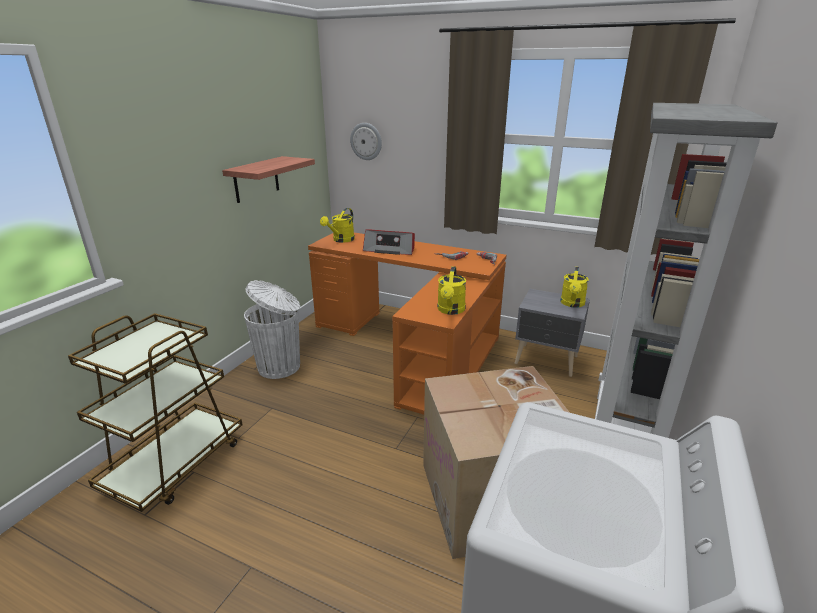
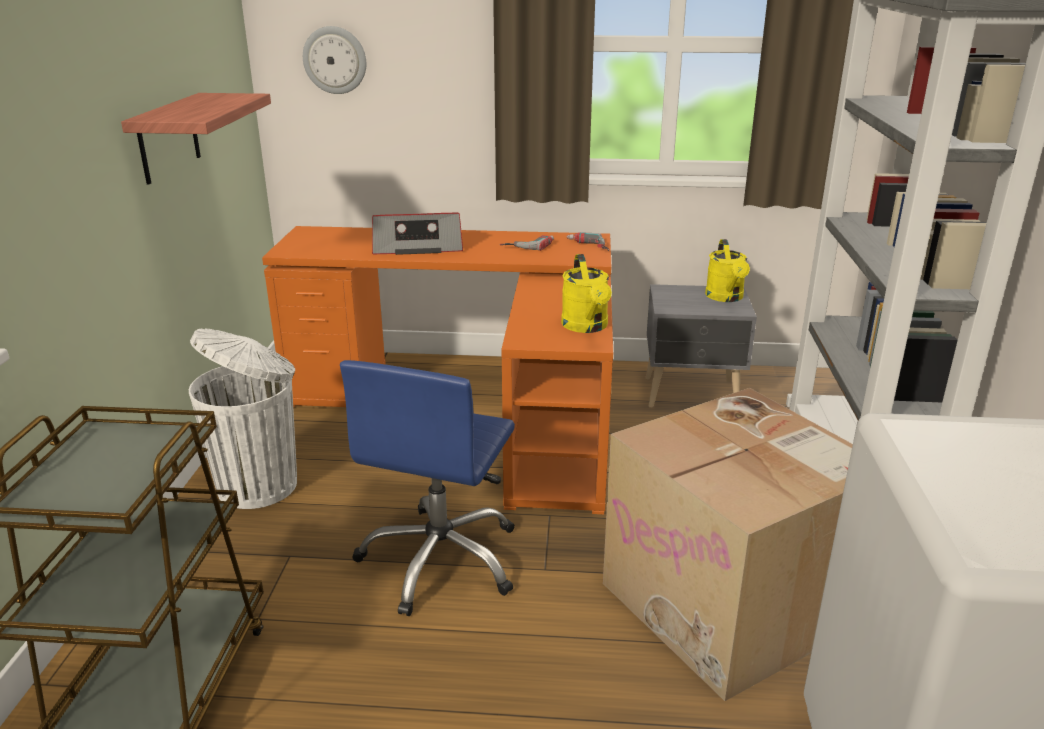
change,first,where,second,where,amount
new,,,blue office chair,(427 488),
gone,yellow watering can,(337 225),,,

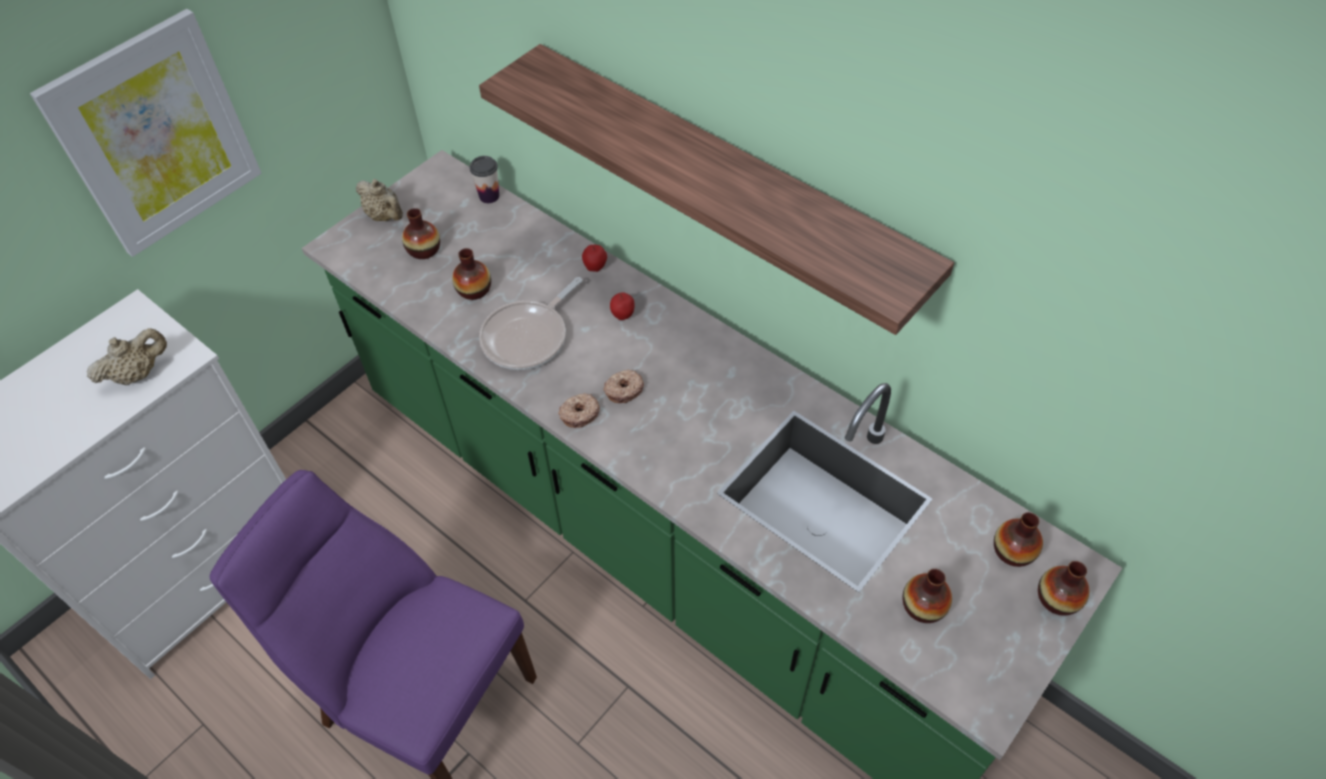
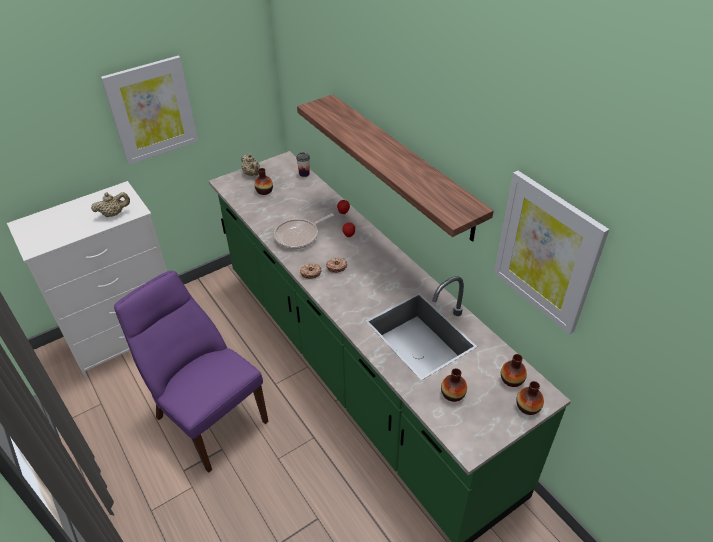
change,first,where,second,where,amount
new,,,picture,(551 252),
gone,vase,(471 274),,,

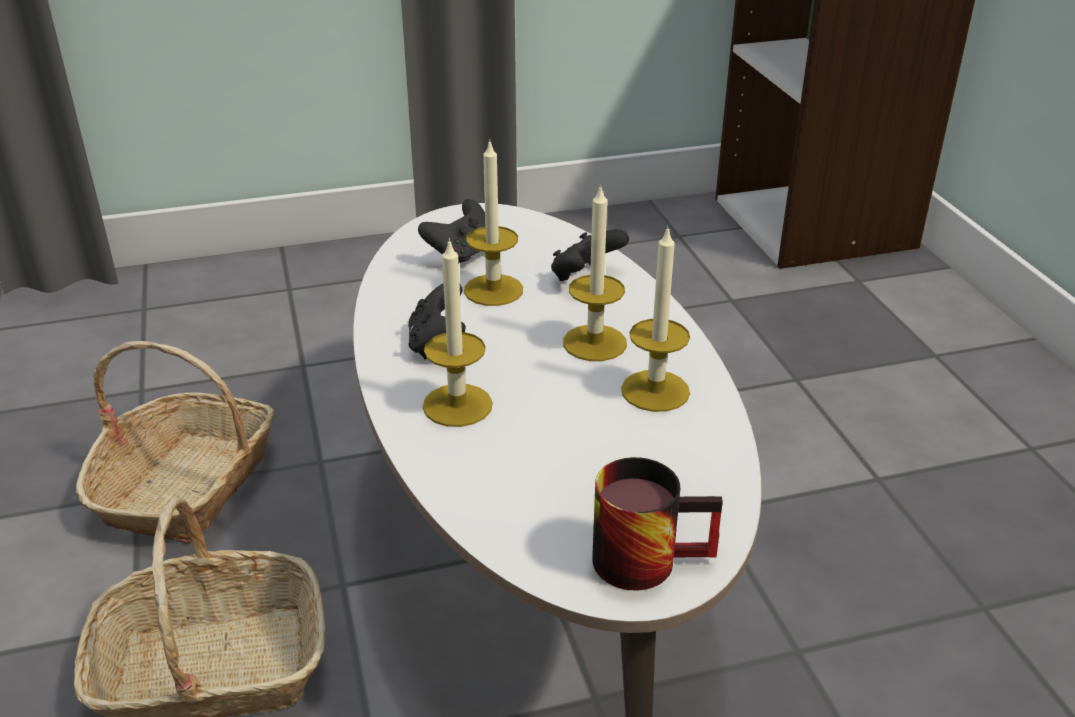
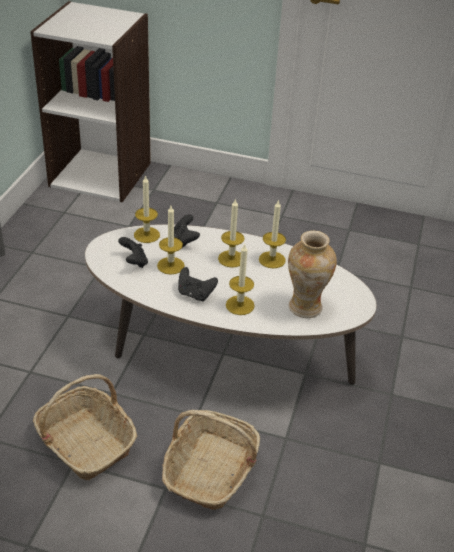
change,first,where,second,where,amount
new,,,candle,(147 209),
new,,,vase,(312 274),
gone,mug,(657 524),,,

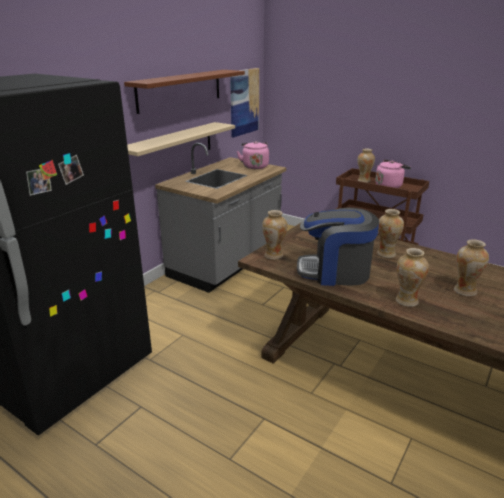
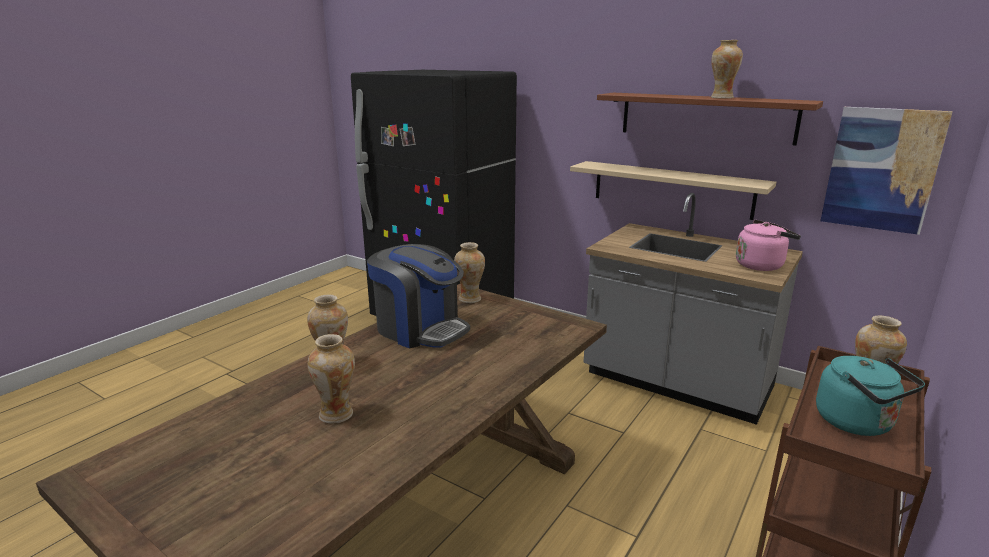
change,first,where,second,where,amount
rotated,coffee machine,(338 247),,(418 296),120 degrees clockwise
shifted,vase,(390 233),,(727 69),
repainted,pink kettle,(393 173),turquoise kettle,(870 396),

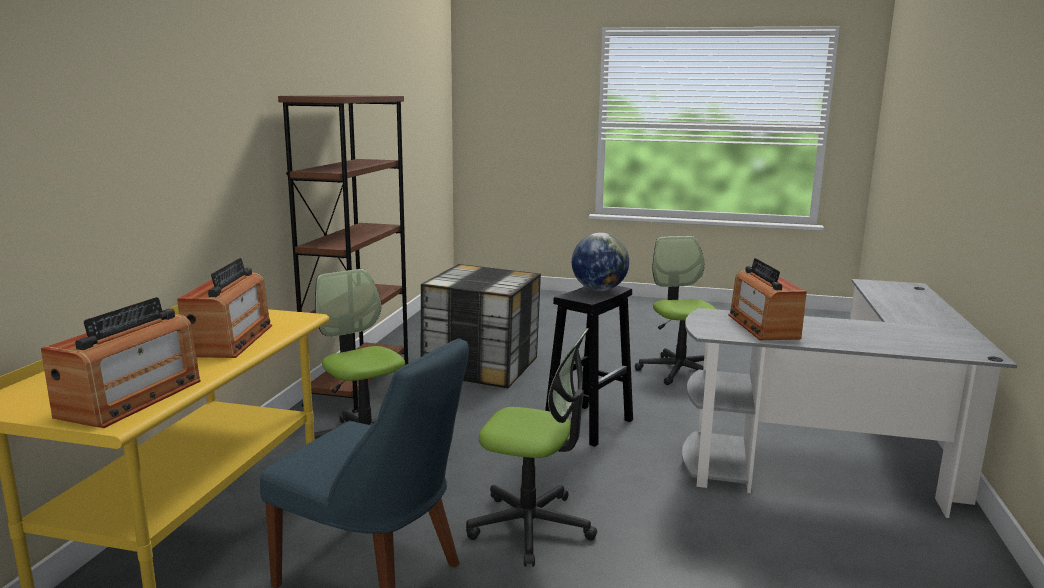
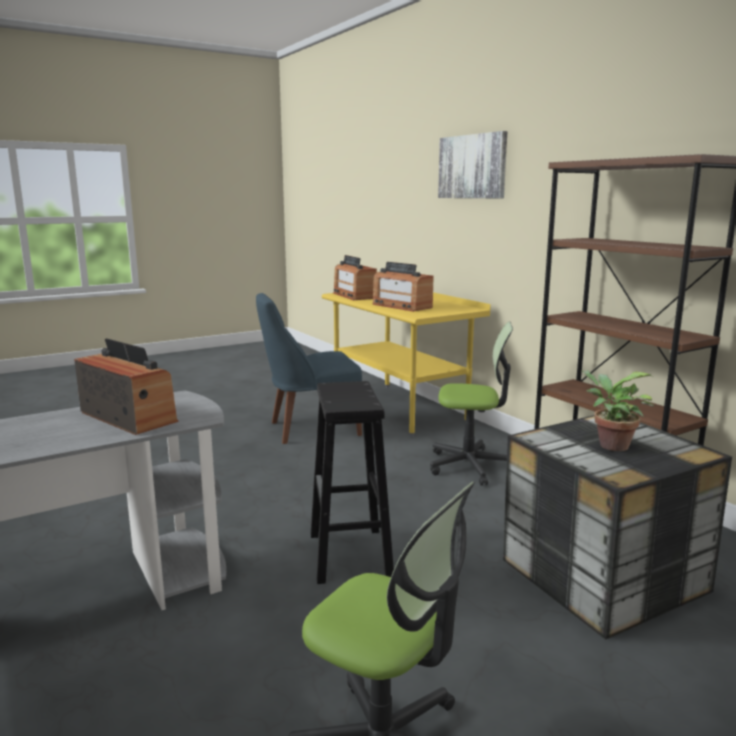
change,first,where,second,where,amount
new,,,picture,(472 164),
new,,,potted plant,(617 410),
gone,office chair,(531 447),,,
gone,globe,(600 262),,,

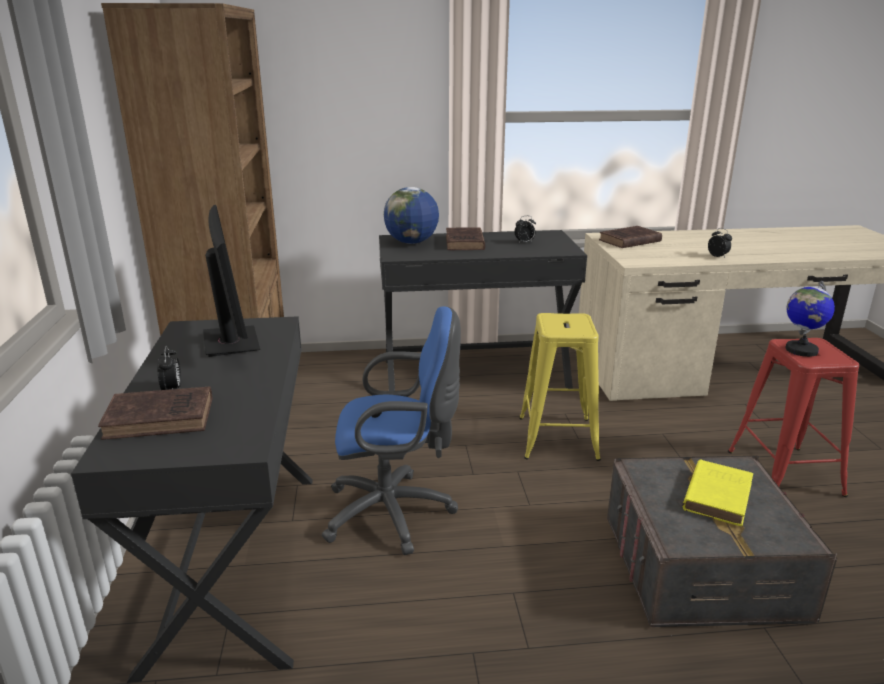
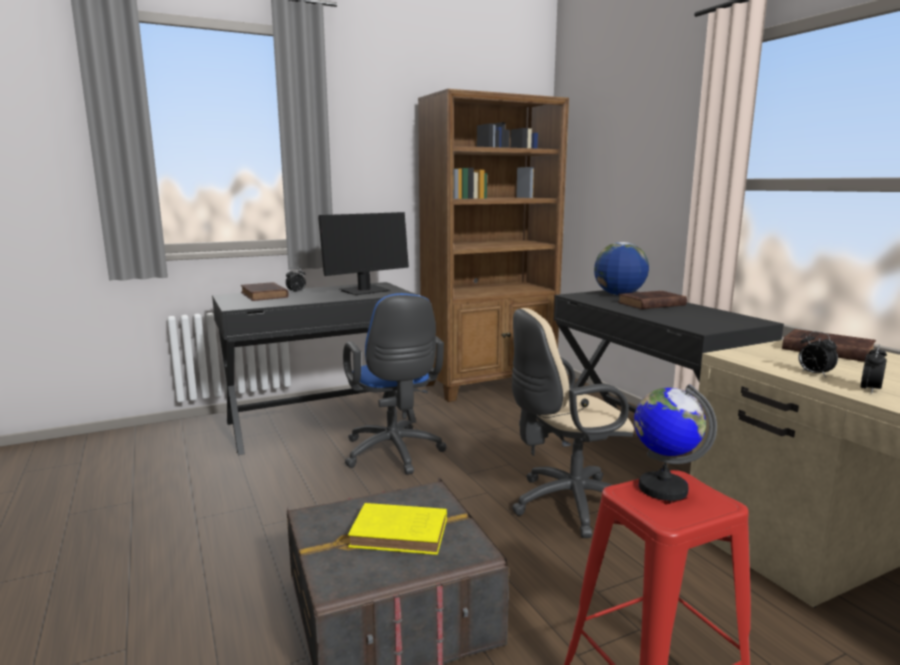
change,first,where,second,where,amount
swapped,yellow stool,(560 387),beige office chair,(573 423),
shifted,alarm clock,(525 229),,(818 354),

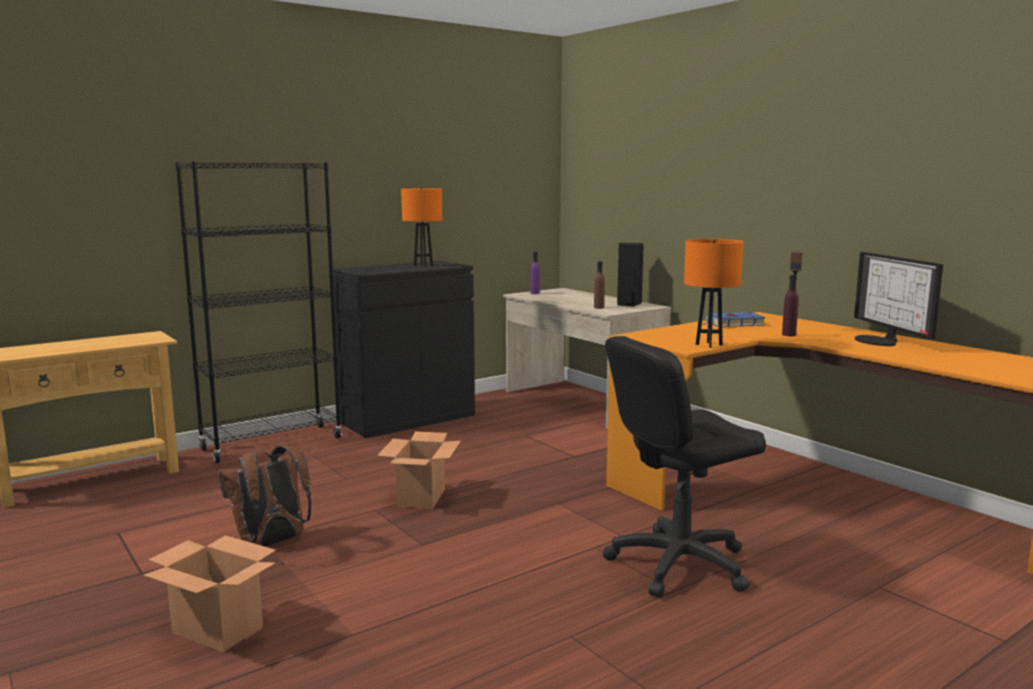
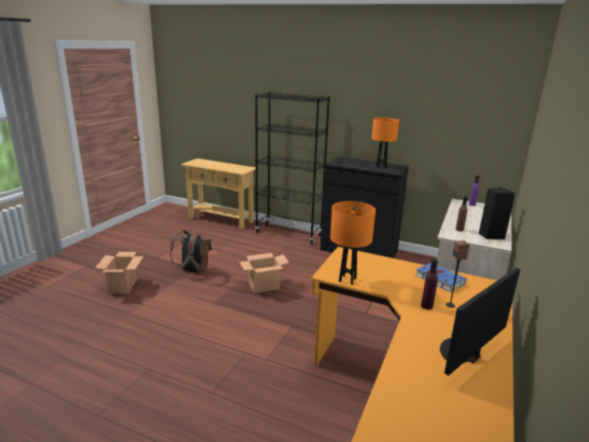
change,first,where,second,where,amount
gone,black office chair,(684 466),,,

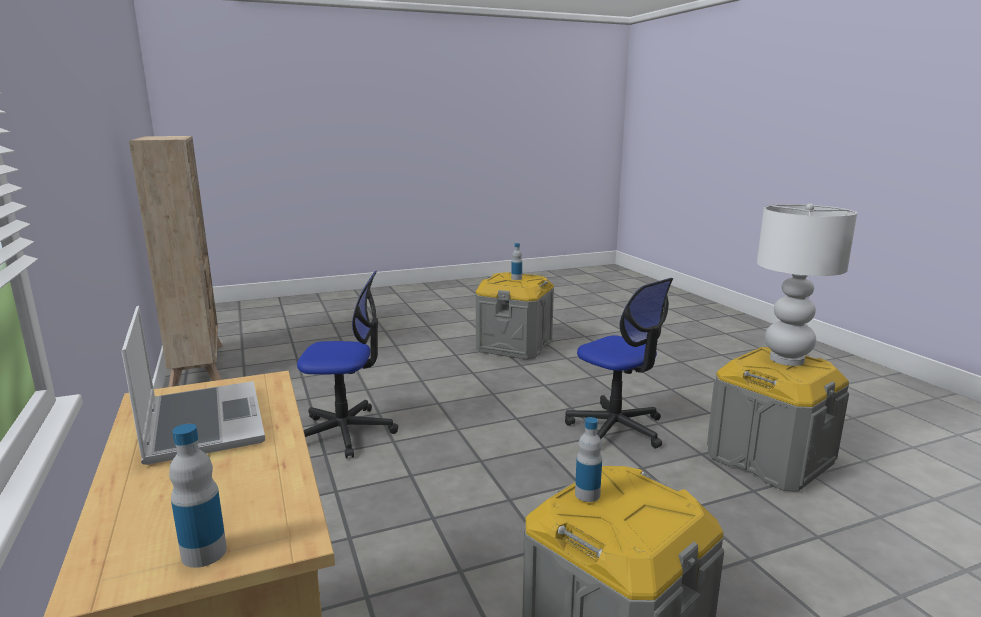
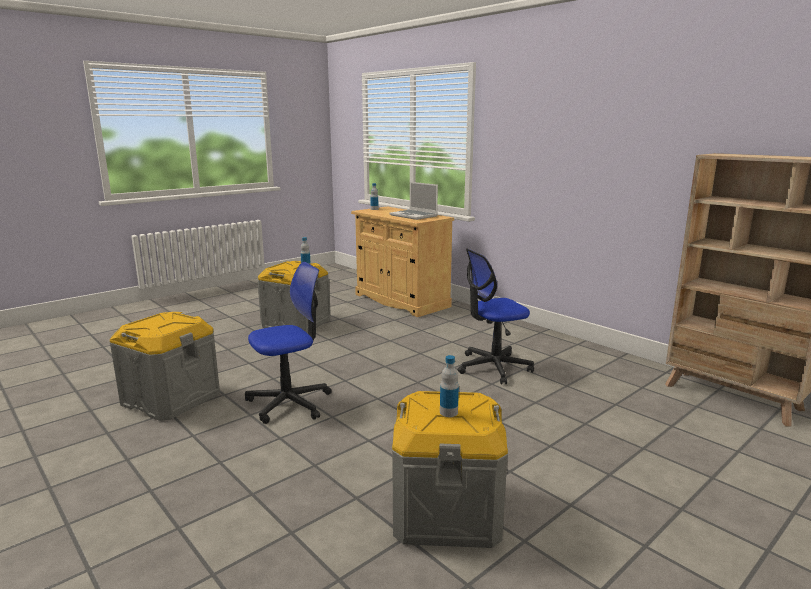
change,first,where,second,where,amount
rotated,office chair,(619 363),,(288 343),120 degrees clockwise
gone,white table lamp,(807 284),,,

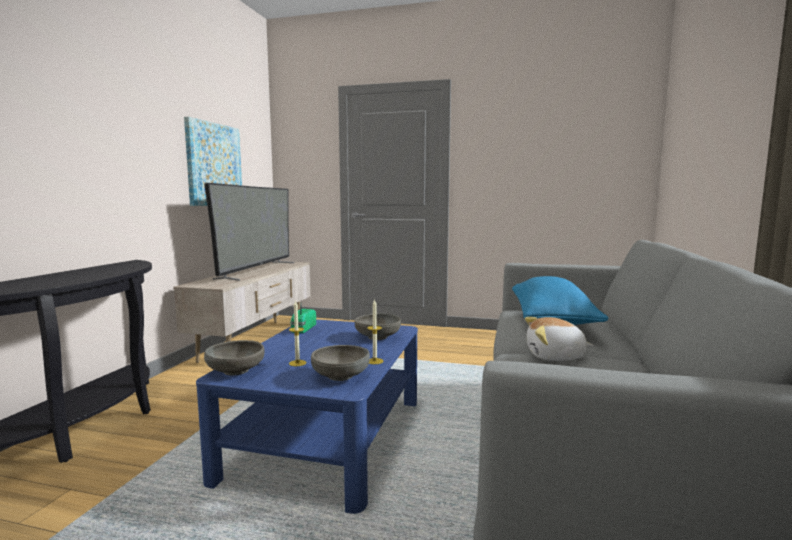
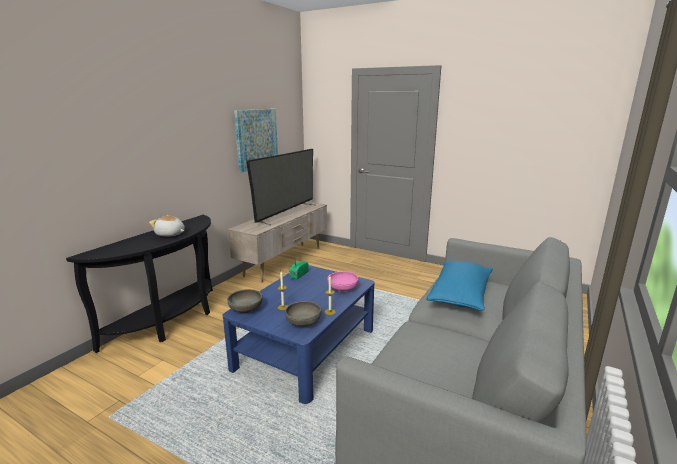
change,first,where,second,where,amount
shifted,plush toy,(559 339),,(167 225),
repainted,grey bowl,(378 326),pink bowl,(343 281),

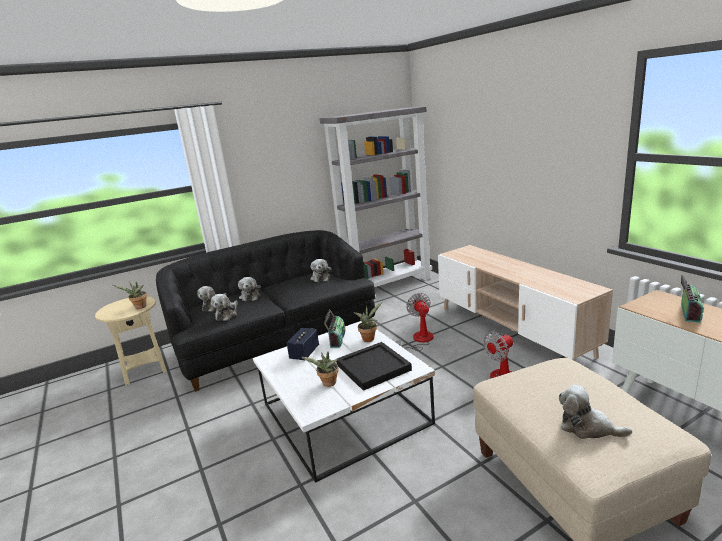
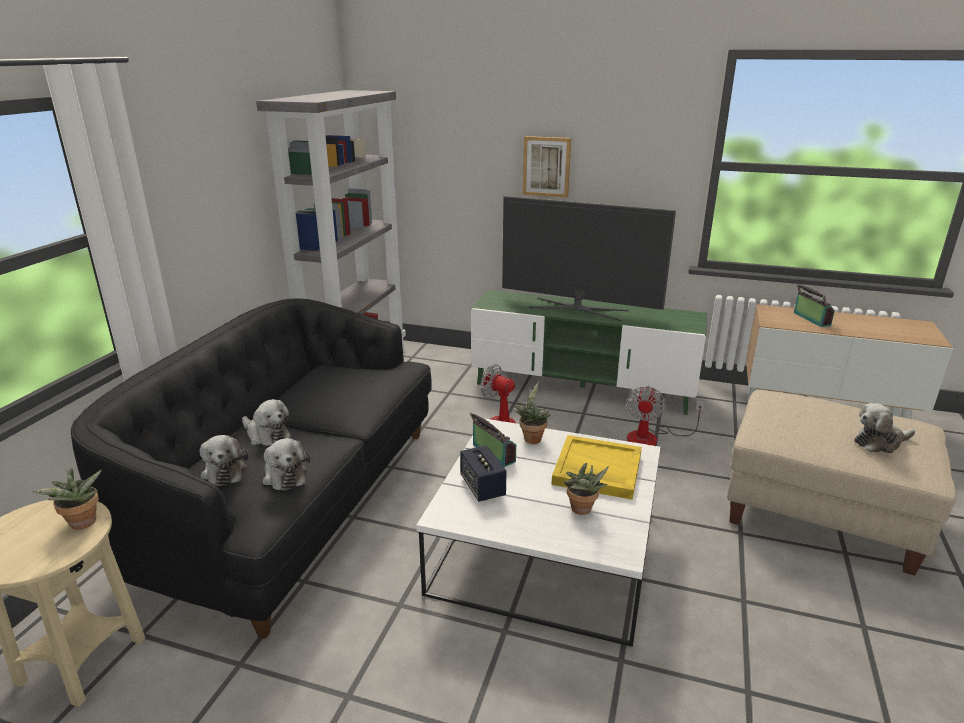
change,first,where,second,where,amount
repainted,beige tv stand,(525 302),green tv stand,(589 352),
new,,,television,(589 258),
new,,,picture,(546 167),
repainted,black tray,(374 366),yellow tray,(596 467),
gone,plush toy,(320 270),,,

